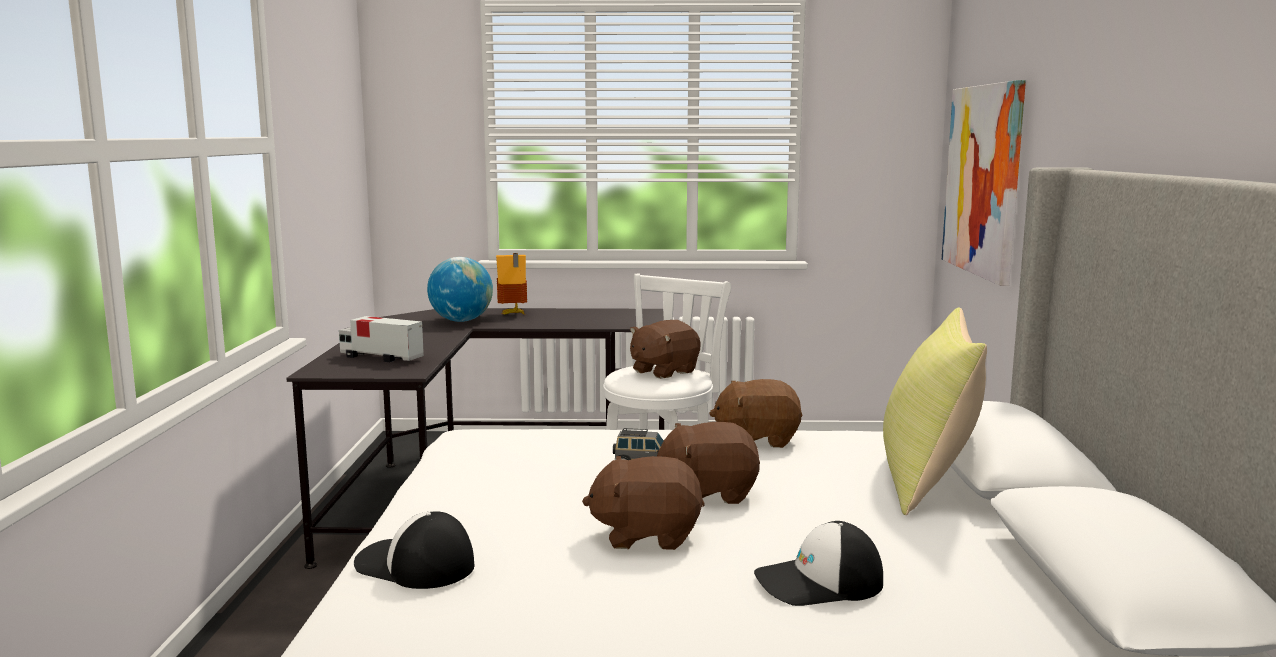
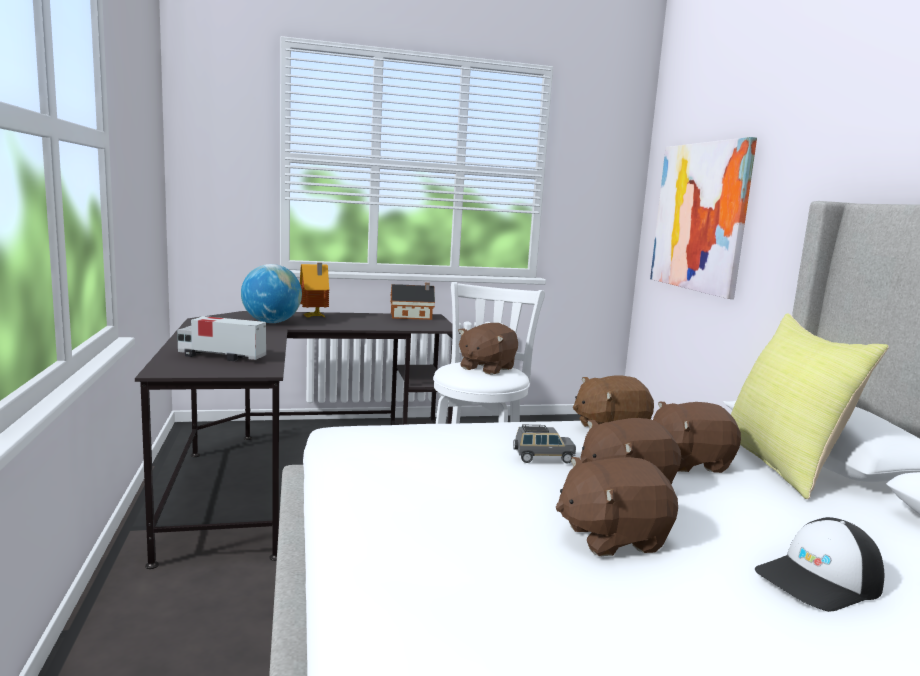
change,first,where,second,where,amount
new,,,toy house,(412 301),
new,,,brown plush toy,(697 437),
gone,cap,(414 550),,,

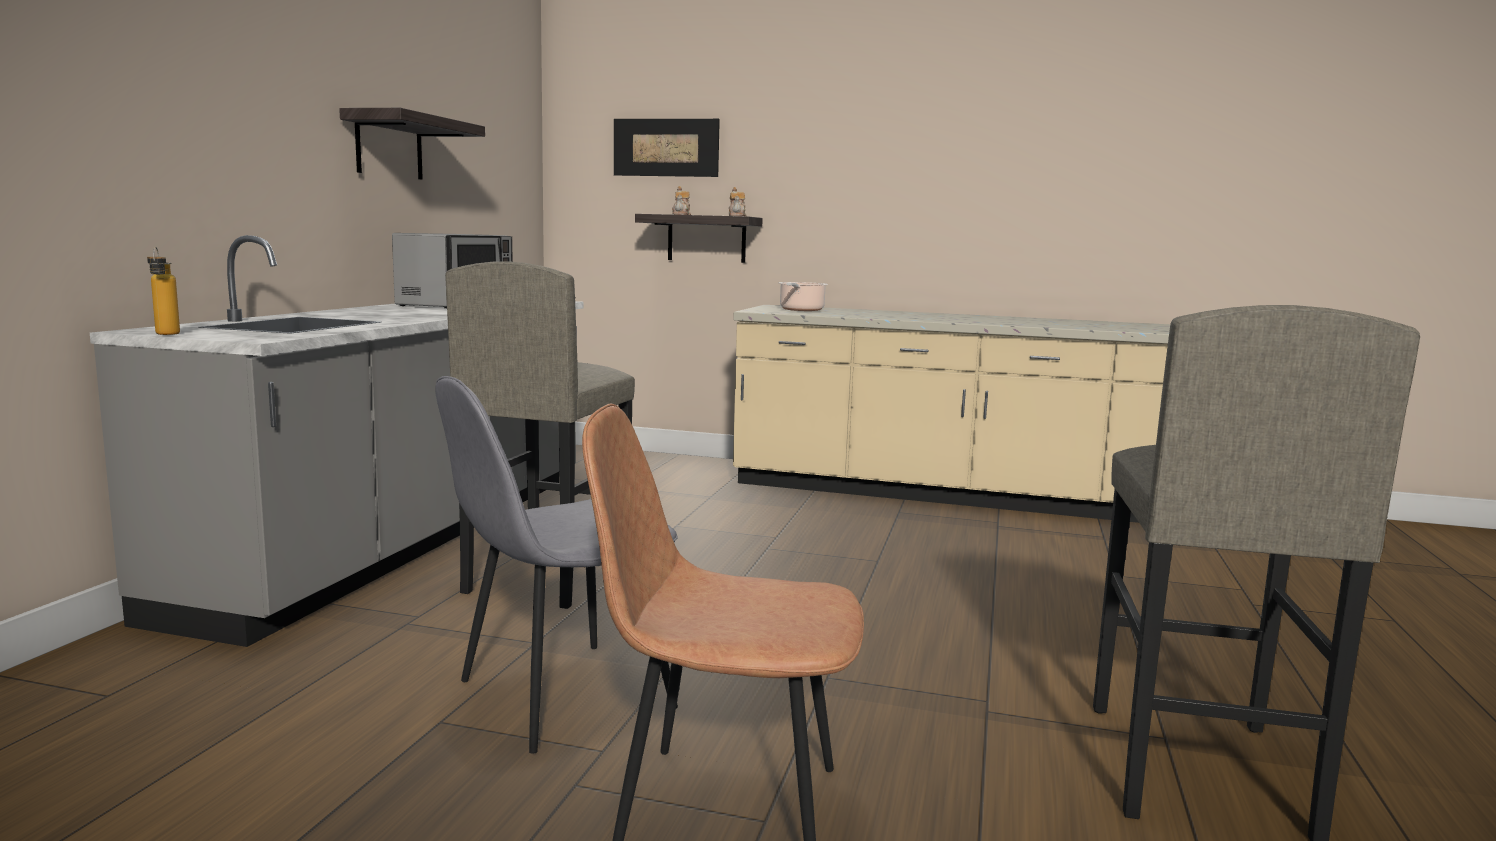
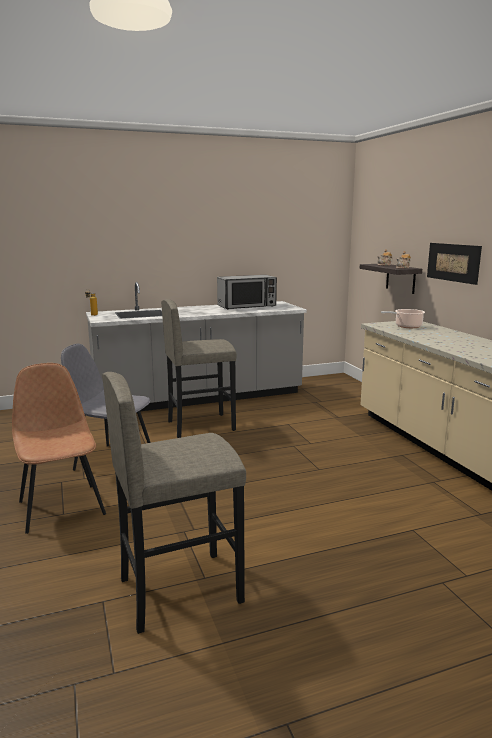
change,first,where,second,where,amount
shifted,picture,(667 148),,(454 264),
gone,shelf,(412 144),,,

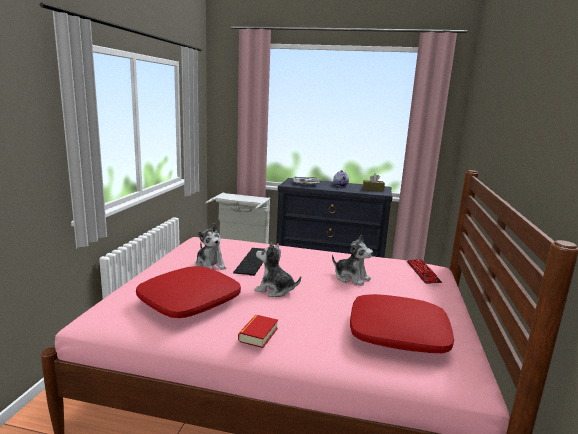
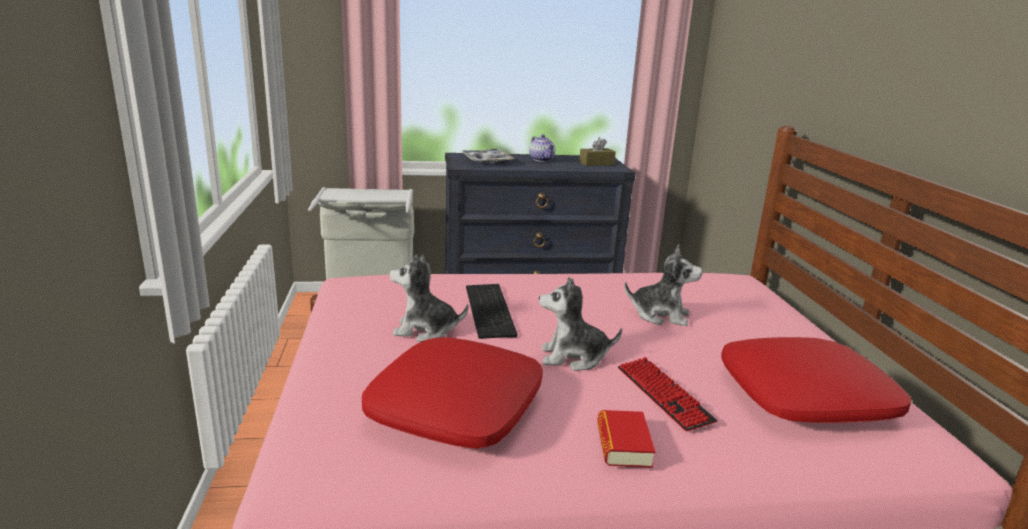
change,first,where,second,where,amount
rotated,plush toy,(210 246),,(429 298),150 degrees clockwise
shifted,keyboard,(424 271),,(667 394),

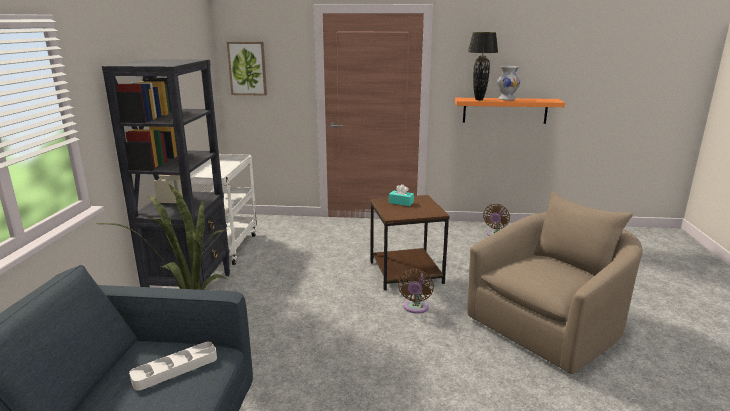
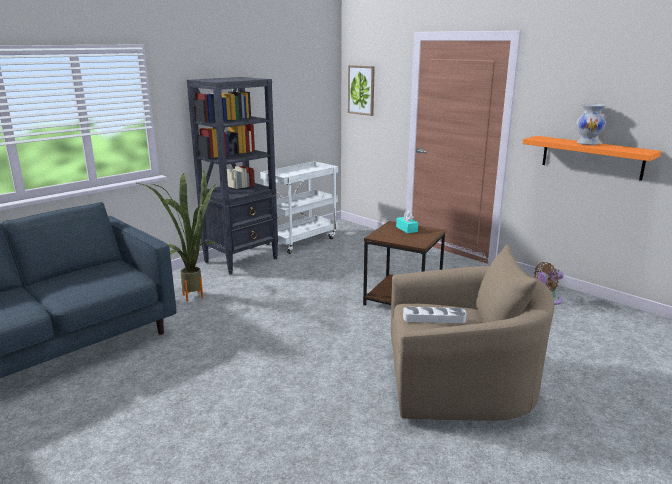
change,first,where,second,where,amount
shifted,white tray,(173 366),,(434 315),
gone,brown fan,(416 291),,,
gone,black table lamp,(483 66),,,

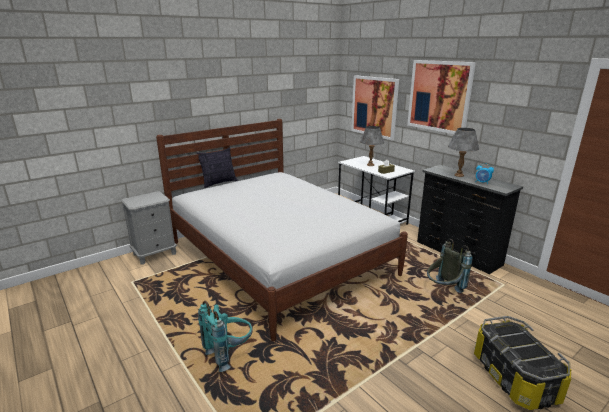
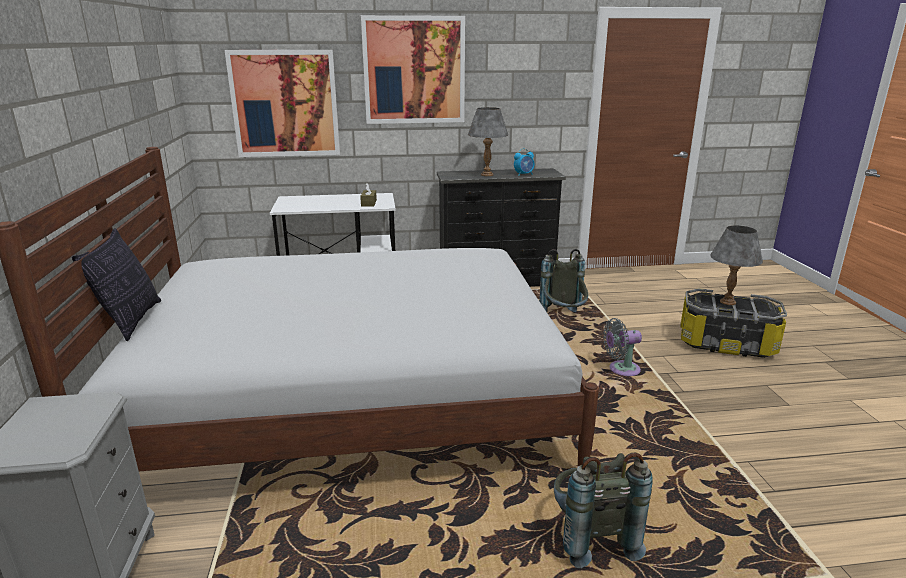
change,first,where,second,where,amount
repainted,turquoise backpack,(225 336),grey backpack,(603 510),
new,,,grey fan,(622 347),
shifted,grey table lamp,(372 146),,(736 265),

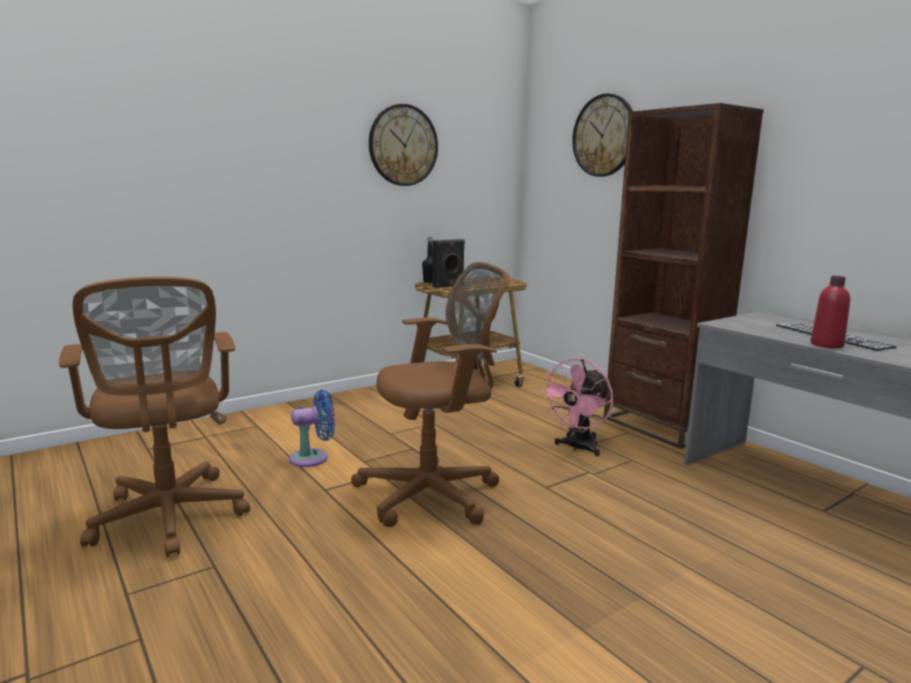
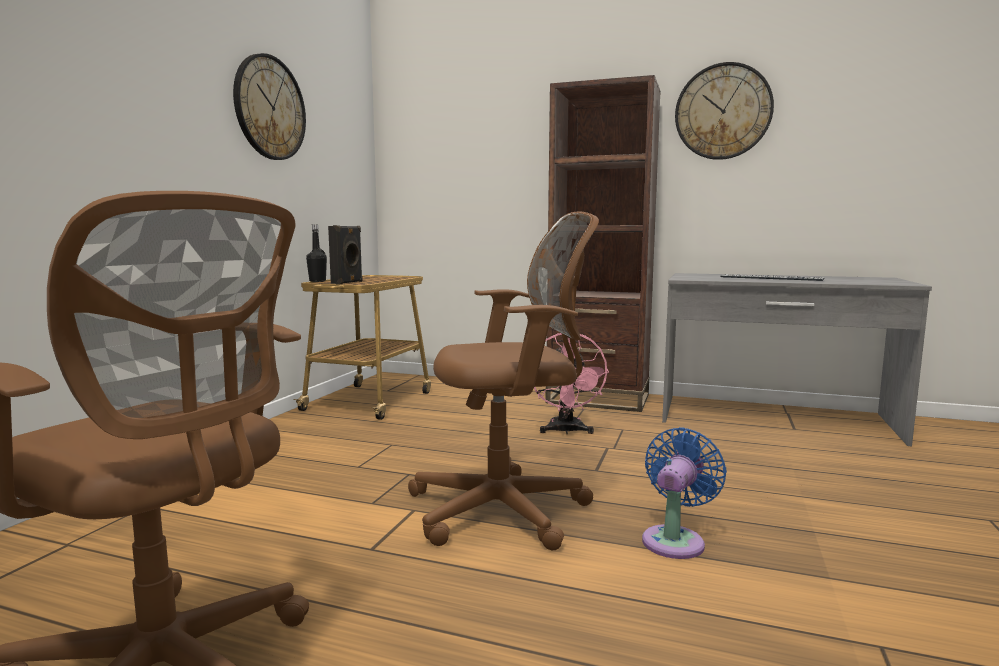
change,first,where,second,where,amount
rotated,brown office chair,(430 394),,(503 381),45 degrees clockwise
shifted,blue fan,(312 428),,(684 493),
shifted,wall clock,(602 135),,(724 111),
gone,red bottle,(830 312),,,

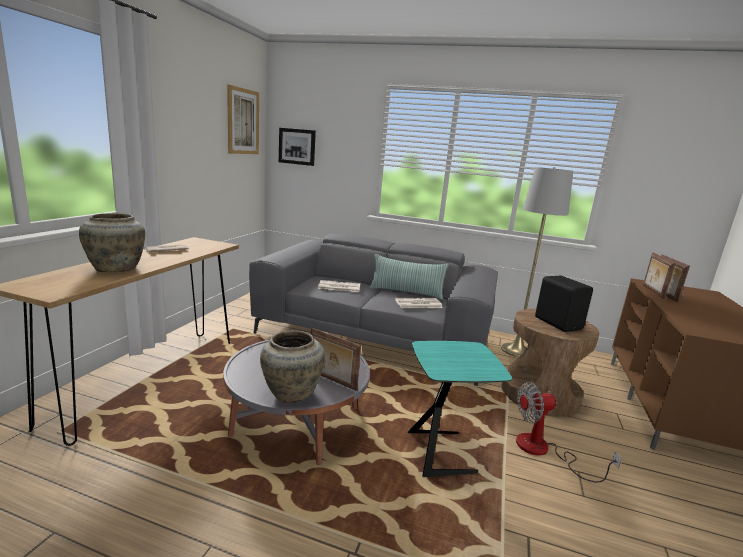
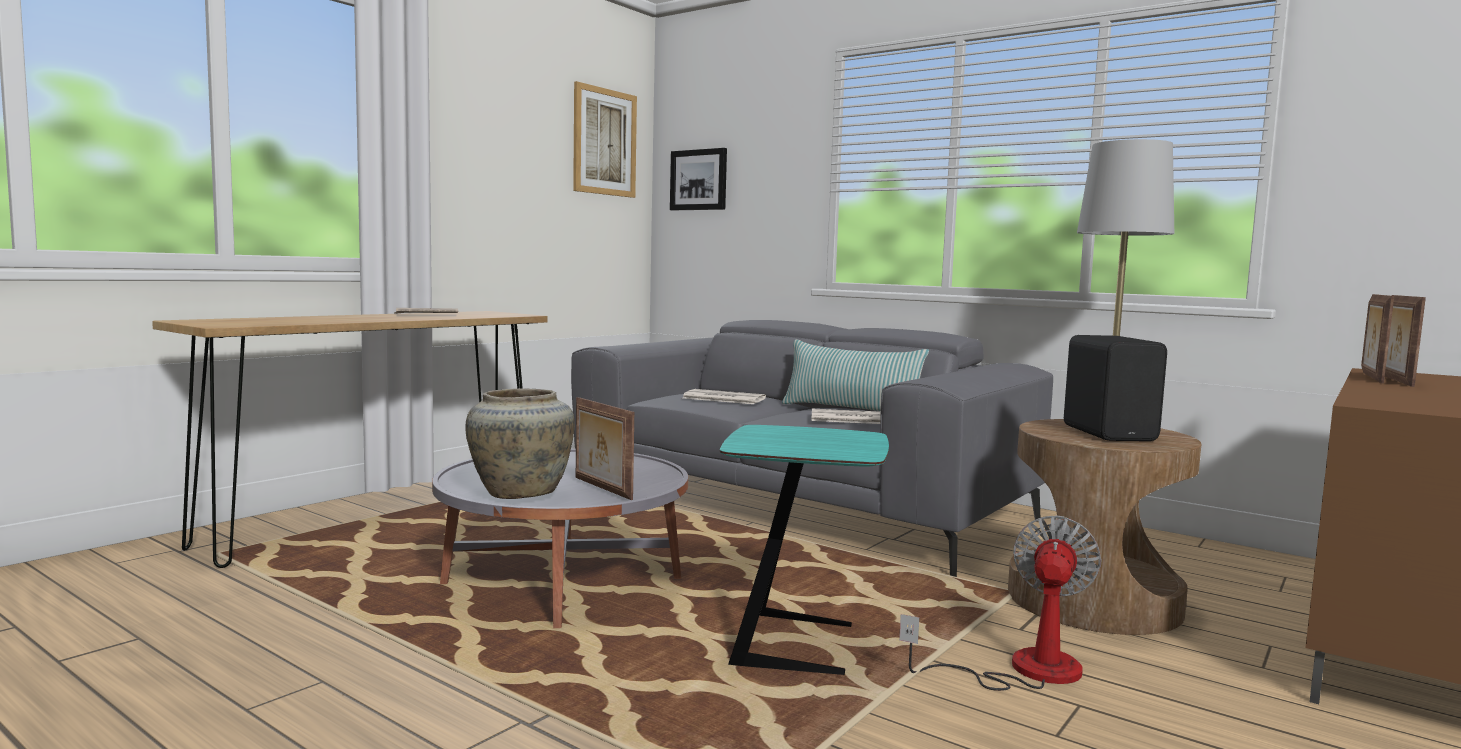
change,first,where,second,where,amount
rotated,fan,(569 432),,(1000 603),105 degrees clockwise
gone,beige vase,(112 242),,,

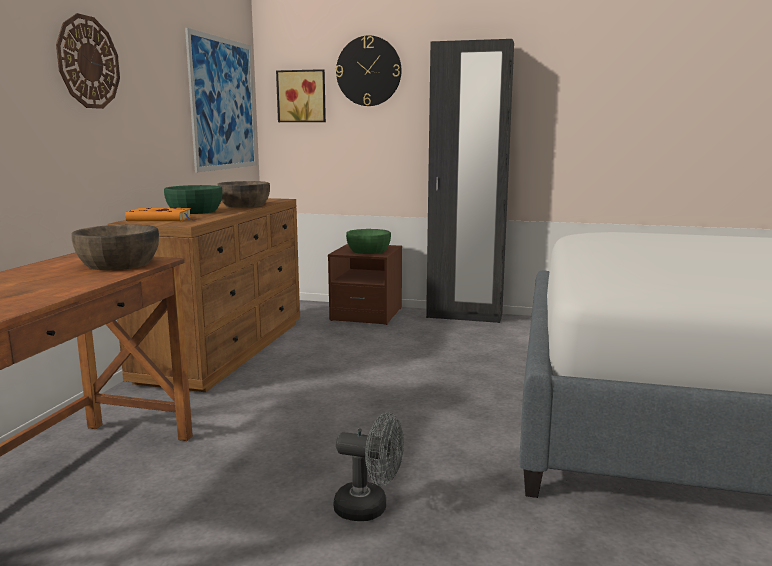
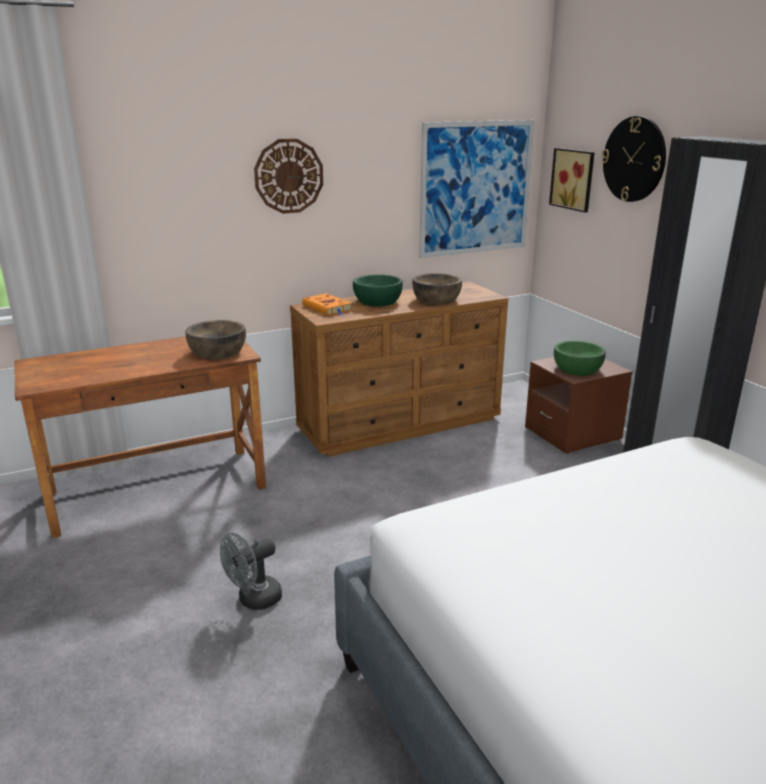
change,first,where,second,where,amount
rotated,grey fan,(369 466),,(251 571),75 degrees clockwise

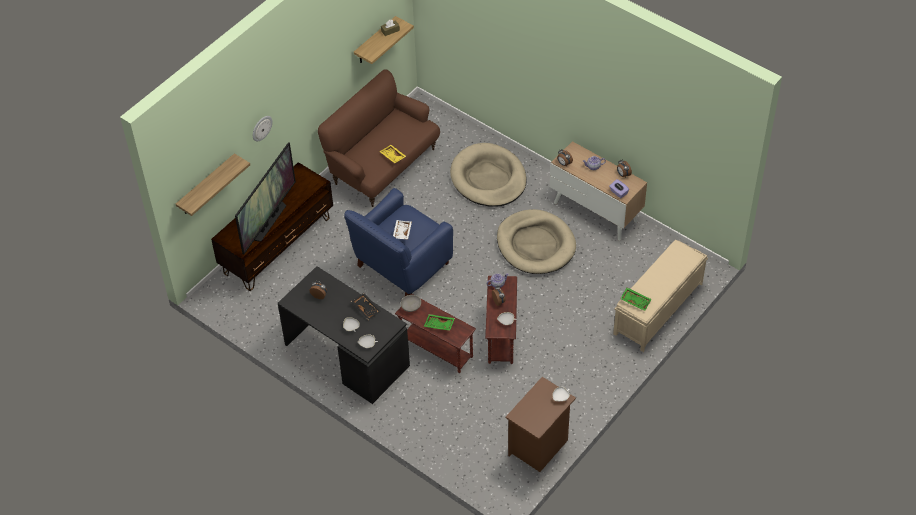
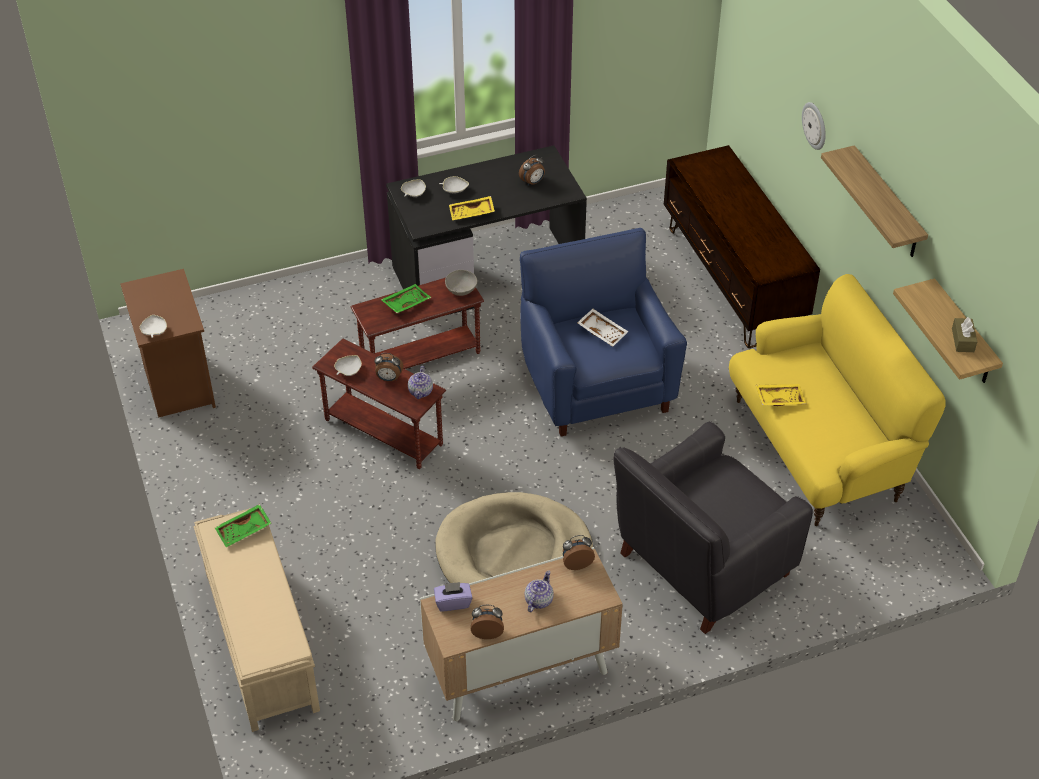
change,first,where,second,where,amount
repainted,black tray,(366 306),yellow tray,(472 208),
swapped,beige dog bed,(488 175),black armchair,(713 527),
repainted,brown sofa,(379 138),yellow sofa,(837 400),
shifted,shelf,(213 184),,(874 201),
gone,television,(265 198),,,

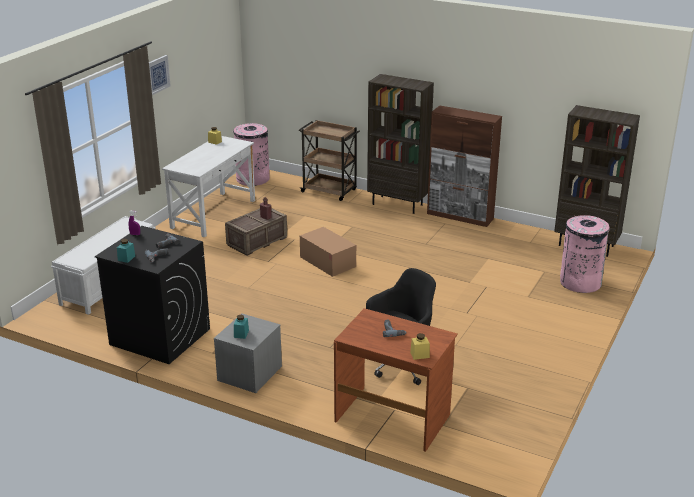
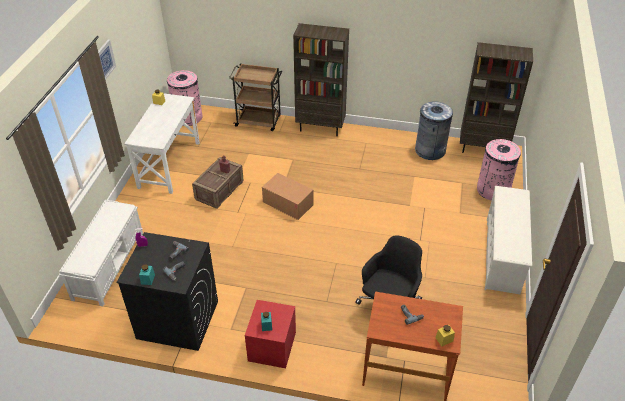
change,first,where,second,where,amount
repainted,grey nightstand,(248 353),red nightstand,(270 334),
new,,,grey trash can,(434 130),
new,,,white shoe rack,(508 240),
gone,brown cabinet,(464 166),,,

